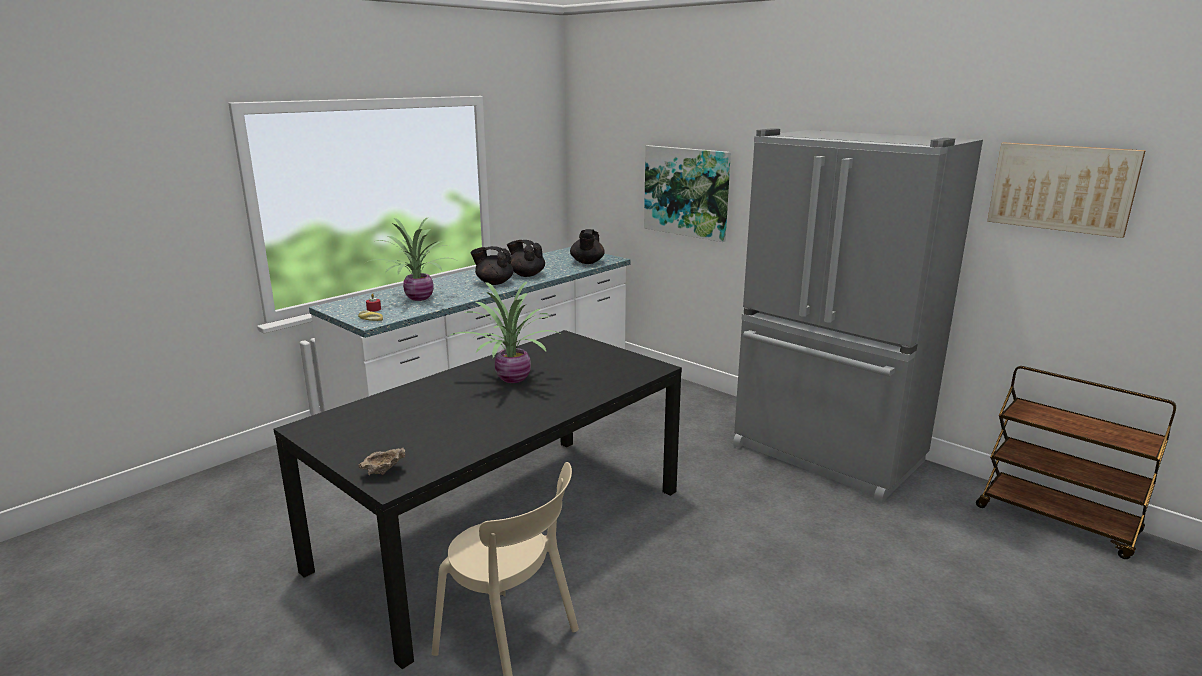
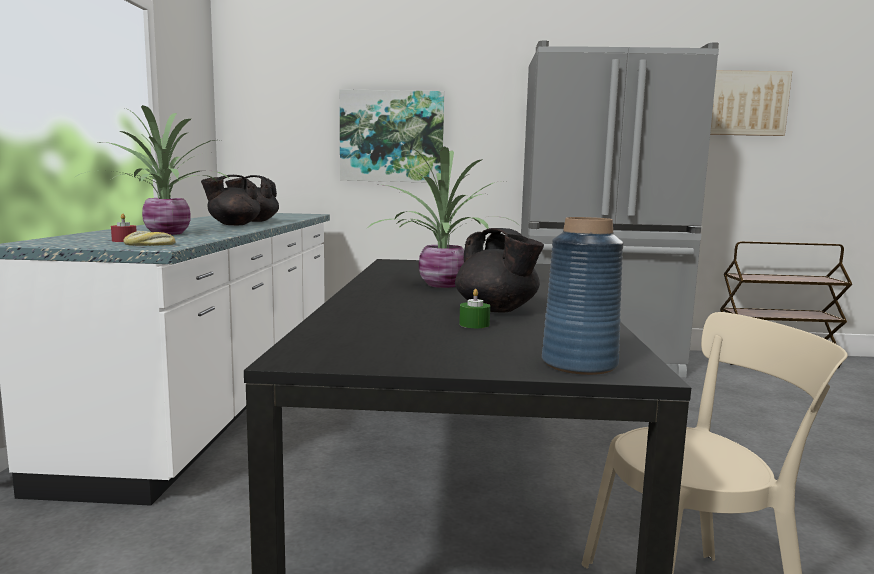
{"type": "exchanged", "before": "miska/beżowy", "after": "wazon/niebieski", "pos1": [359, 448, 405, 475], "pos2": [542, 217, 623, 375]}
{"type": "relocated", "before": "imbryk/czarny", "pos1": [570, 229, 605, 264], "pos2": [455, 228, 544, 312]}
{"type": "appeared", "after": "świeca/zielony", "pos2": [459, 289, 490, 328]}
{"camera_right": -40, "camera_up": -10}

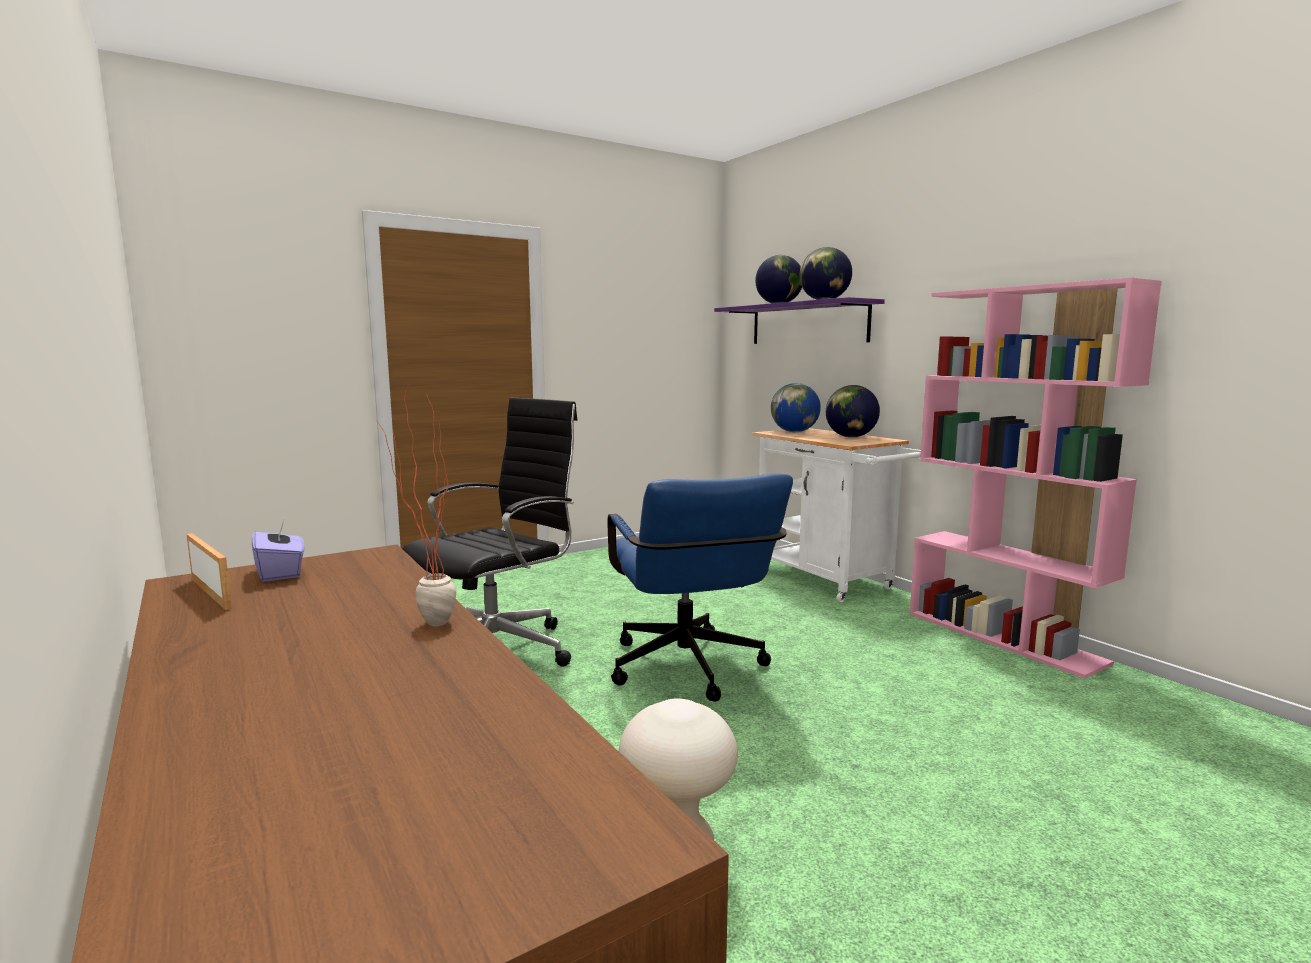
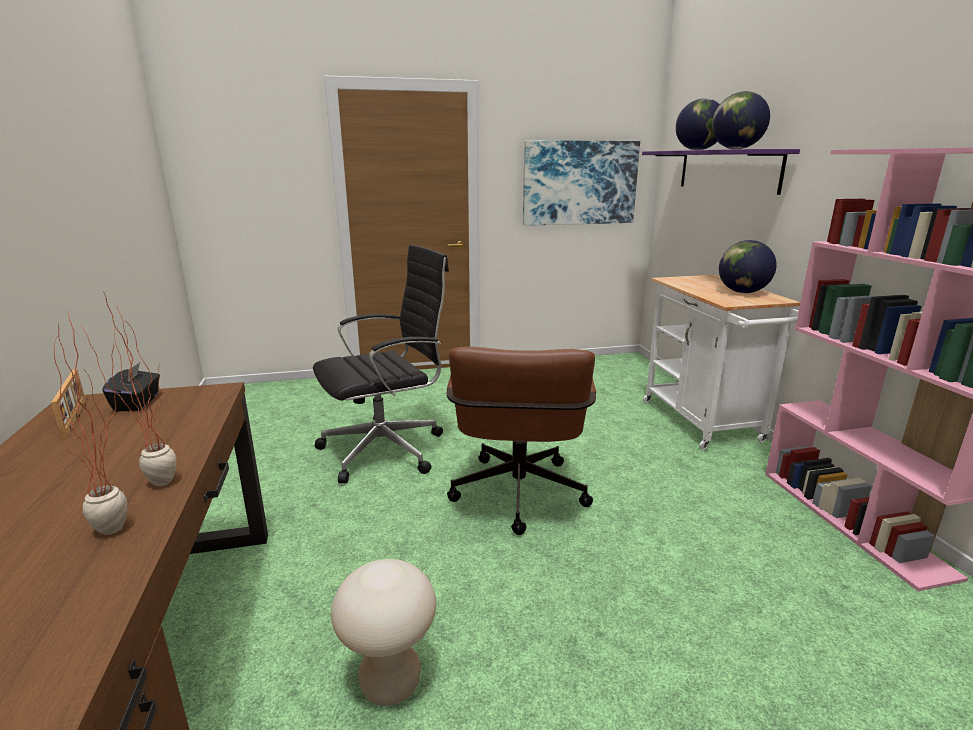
{"type": "colour", "before": "pudełko chusteczek/fioletowy", "after": "pudełko chusteczek/czarny", "pos1": [252, 518, 304, 582], "pos2": [102, 362, 160, 412]}
{"type": "colour", "before": "krzesło biurowe/niebieski", "after": "krzesło biurowe/brązowy", "pos1": [608, 474, 793, 702], "pos2": [447, 347, 596, 535]}
{"type": "missing", "before": "globus", "pos1": [771, 383, 821, 432]}
{"type": "appeared", "after": "roślina doniczkowa", "pos2": [46, 314, 128, 535]}
{"type": "appeared", "after": "obraz", "pos2": [523, 140, 640, 226]}
{"camera_right": 20, "camera_up": 10}

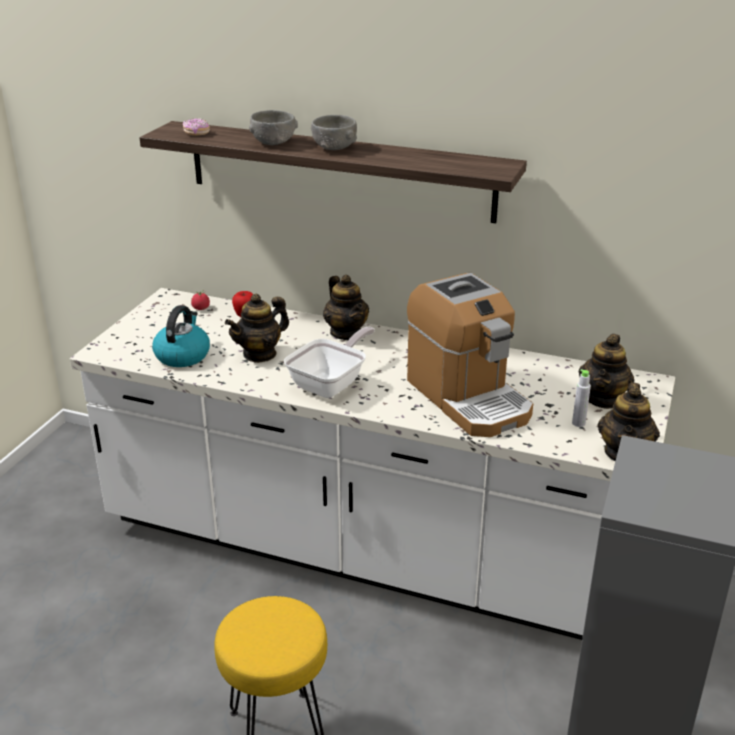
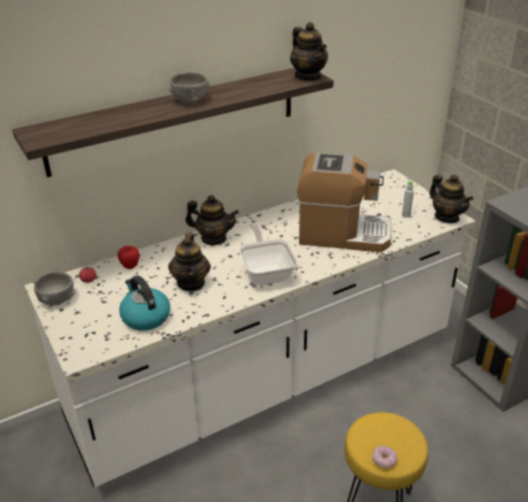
{"type": "relocated", "before": "donut", "pos1": [183, 118, 210, 136], "pos2": [372, 446, 397, 469]}
{"type": "relocated", "before": "miska/szary", "pos1": [249, 110, 298, 145], "pos2": [34, 272, 74, 305]}
{"type": "relocated", "before": "imbryk", "pos1": [579, 334, 635, 409], "pos2": [290, 22, 328, 81]}
{"camera_right": -50, "camera_up": 5}

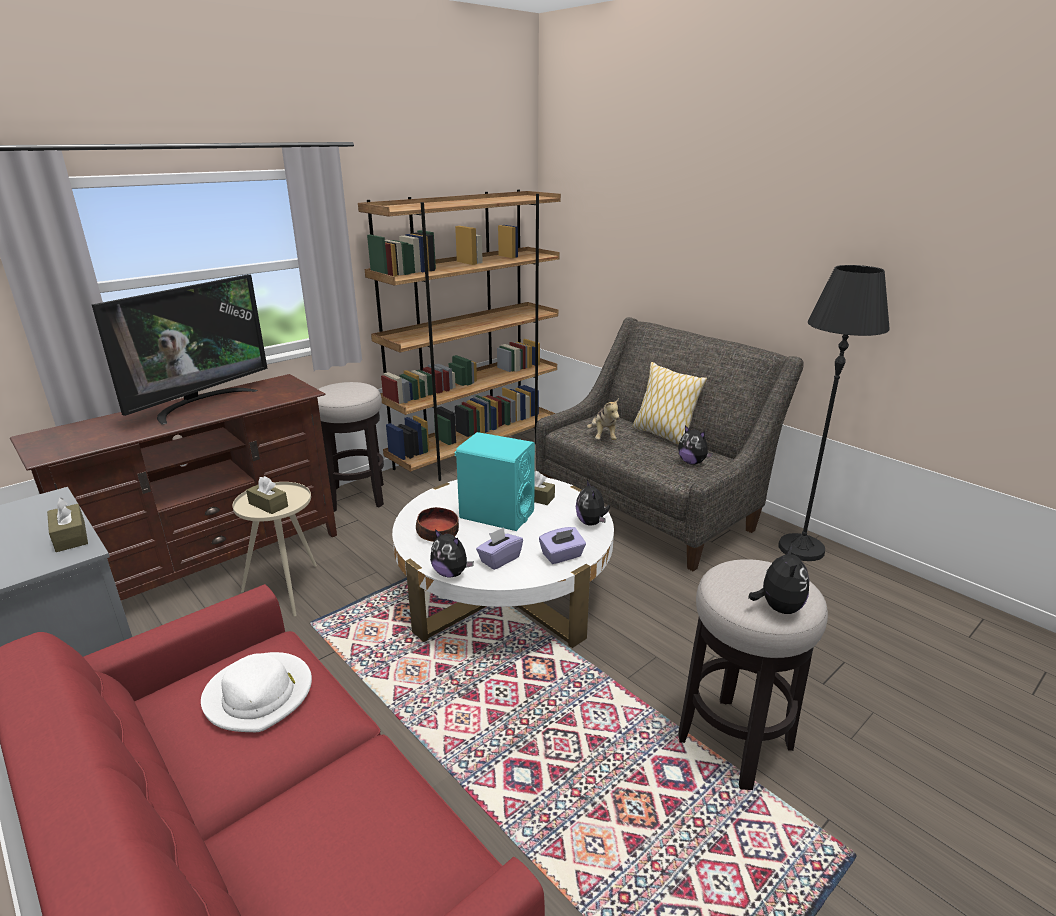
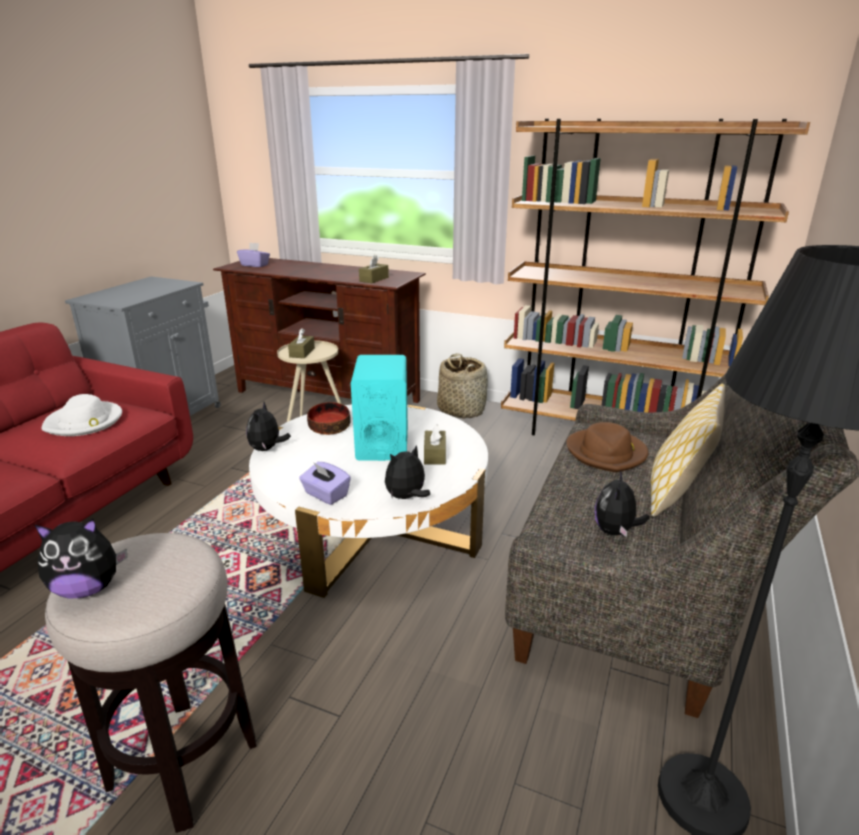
{"type": "relocated", "before": "pudełko chusteczek/brązowy", "pos1": [47, 497, 88, 552], "pos2": [359, 254, 389, 283]}
{"type": "missing", "before": "telewizor", "pos1": [92, 274, 268, 425]}
{"type": "exchanged", "before": "stołek", "after": "koszyk", "pos1": [317, 382, 384, 512], "pos2": [437, 353, 488, 419]}
{"type": "relocated", "before": "pudełko chusteczek/fioletowy", "pos1": [476, 527, 523, 570], "pos2": [237, 243, 270, 267]}
{"type": "exchanged", "before": "pluszak", "after": "kapelusz/brązowy", "pos1": [587, 398, 620, 440], "pos2": [566, 422, 648, 472]}
{"camera_right": 65, "camera_up": 0}

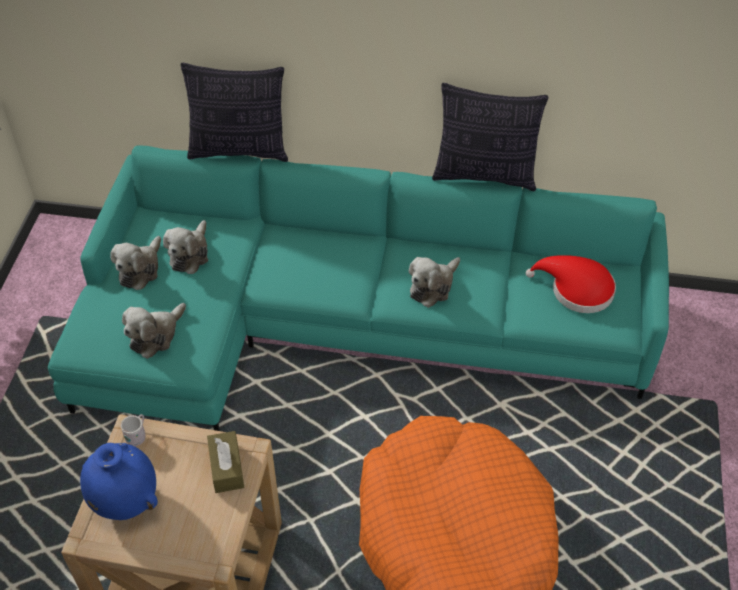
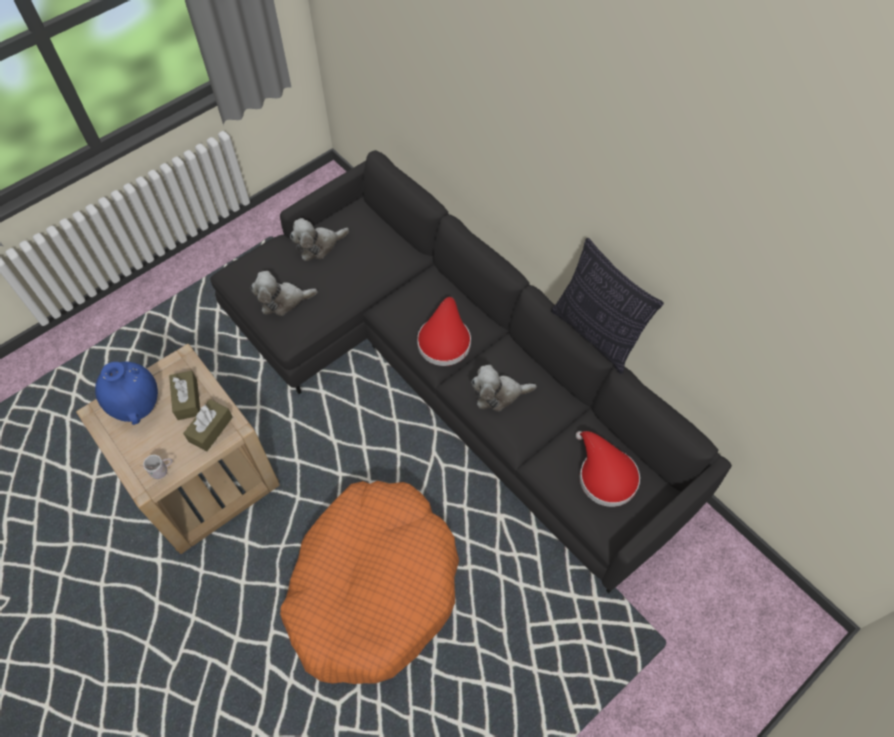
{"type": "colour", "before": "kanapa/turkusowy", "after": "kanapa/czarny", "pos1": [48, 146, 669, 431], "pos2": [210, 150, 732, 593]}
{"type": "relocated", "before": "kubek/biały", "pos1": [121, 414, 146, 446], "pos2": [140, 455, 173, 479]}
{"type": "missing", "before": "pluszak", "pos1": [163, 220, 208, 274]}
{"type": "missing", "before": "poduszka", "pos1": [181, 63, 288, 162]}
{"type": "appeared", "after": "pudełko chusteczek/brązowy", "pos2": [169, 371, 200, 420]}
{"type": "appeared", "after": "kapelusz/czerwony", "pos2": [417, 297, 471, 366]}
{"camera_right": 40, "camera_up": 10}

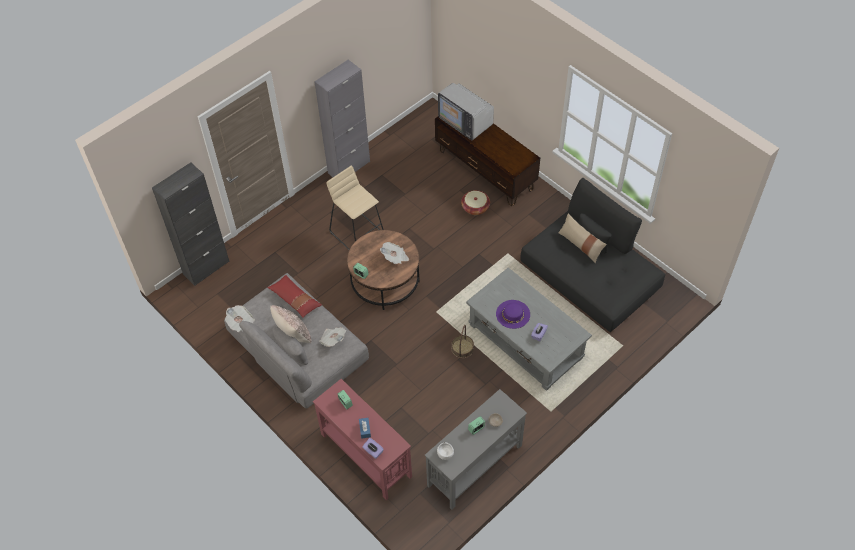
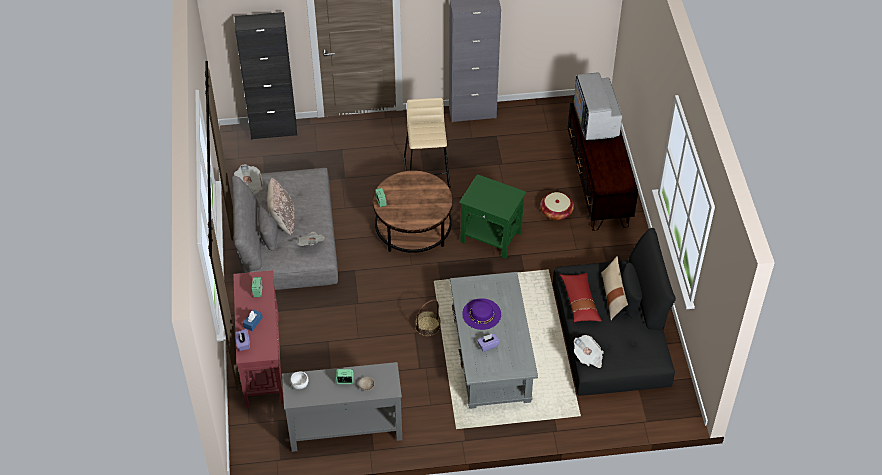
{"type": "relocated", "before": "poduszka/czerwony", "pos1": [267, 275, 322, 318], "pos2": [560, 273, 602, 322]}
{"type": "relocated", "before": "gazeta", "pos1": [380, 242, 409, 264], "pos2": [574, 335, 604, 368]}
{"type": "appeared", "after": "stolik/zielony", "pos2": [459, 174, 526, 259]}
{"camera_right": 35, "camera_up": -5}

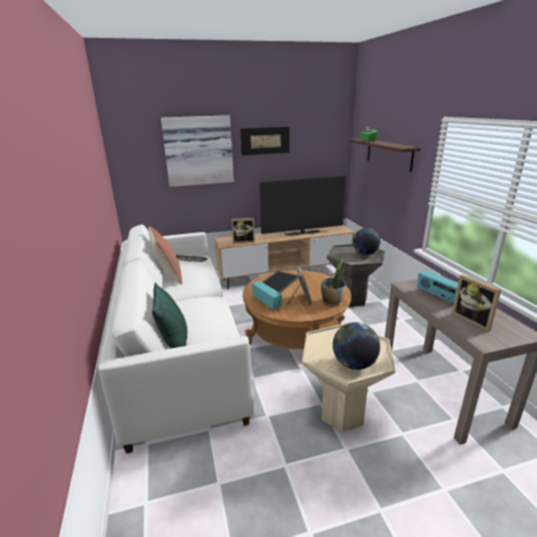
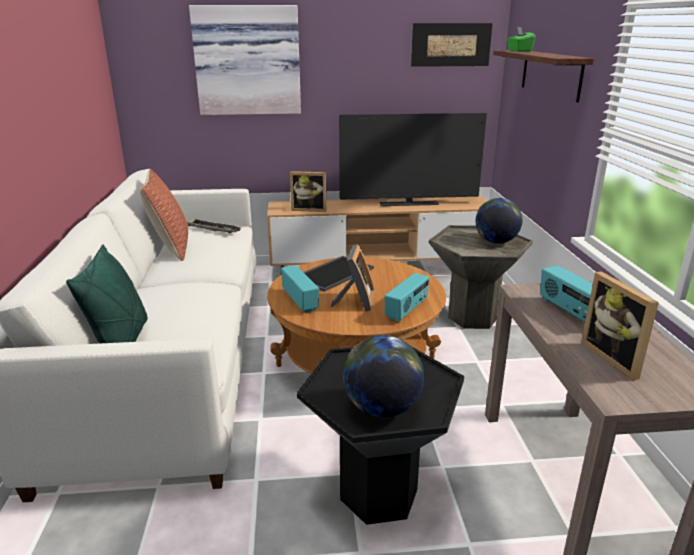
{"type": "relocated", "before": "obraz", "pos1": [240, 127, 289, 155], "pos2": [411, 23, 493, 67]}
{"type": "colour", "before": "stolik/beżowy", "after": "stolik/czarny", "pos1": [302, 323, 395, 432], "pos2": [297, 346, 464, 525]}
{"type": "exchanged", "before": "roślina doniczkowa", "after": "radio", "pos1": [321, 259, 346, 306], "pos2": [384, 273, 429, 322]}
{"camera_right": 10, "camera_up": 0}

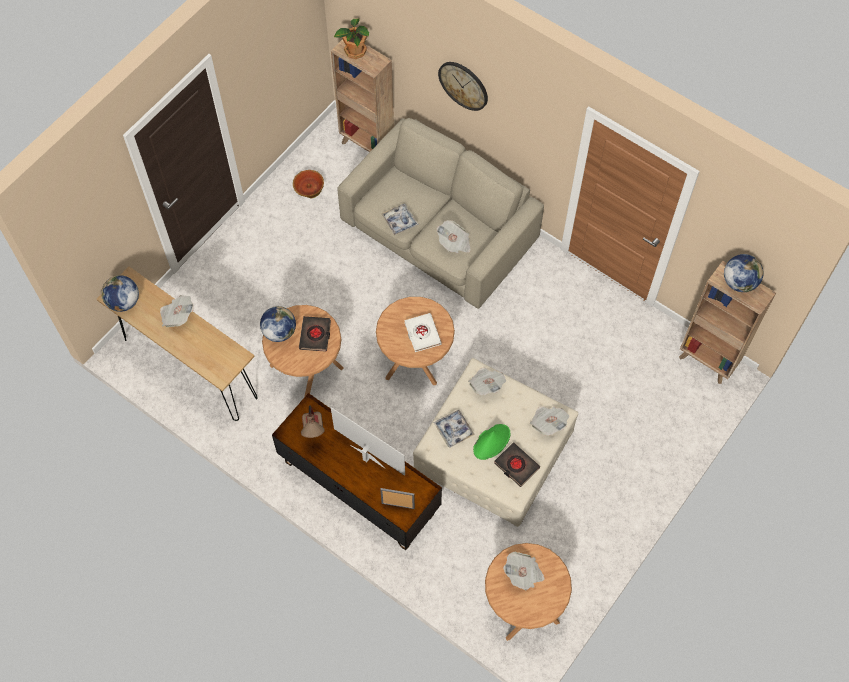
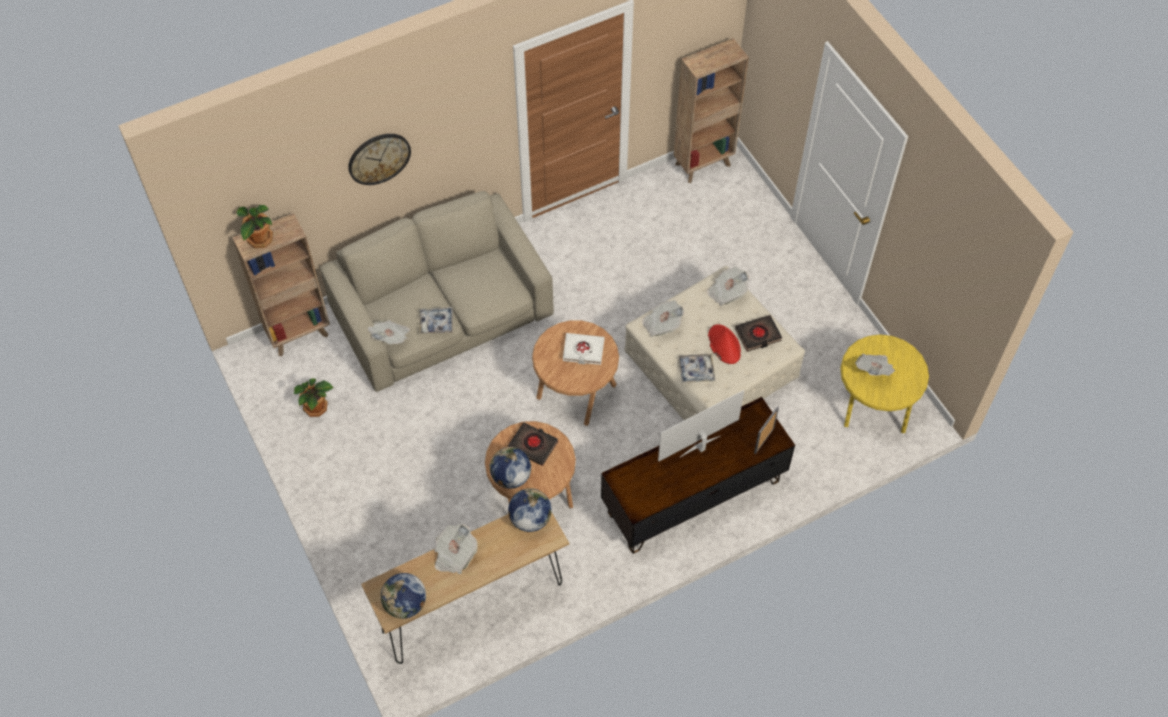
{"type": "exchanged", "before": "miska", "after": "roślina doniczkowa", "pos1": [293, 170, 324, 198], "pos2": [294, 378, 334, 417]}
{"type": "missing", "before": "lampa stołowa", "pos1": [301, 405, 325, 438]}
{"type": "relocated", "before": "gazeta", "pos1": [437, 220, 470, 254], "pos2": [368, 320, 410, 344]}
{"type": "colour", "before": "kapelusz/zielony", "after": "kapelusz/czerwony", "pos1": [473, 424, 511, 460], "pos2": [708, 324, 741, 364]}
{"type": "colour", "before": "stolik/brązowy", "after": "stolik/żółty", "pos1": [485, 543, 572, 641], "pos2": [840, 334, 929, 433]}
{"type": "relocated", "before": "globus", "pos1": [724, 254, 764, 292], "pos2": [508, 488, 551, 532]}
{"camera_right": -65, "camera_up": -5}

